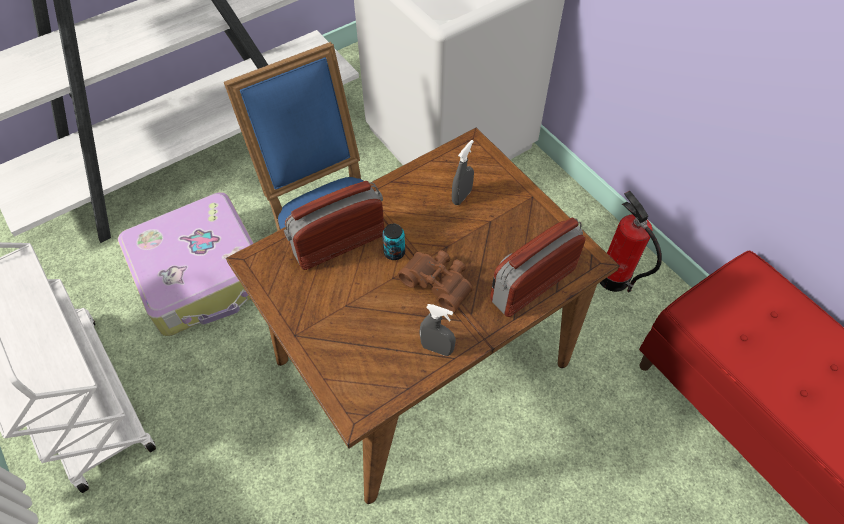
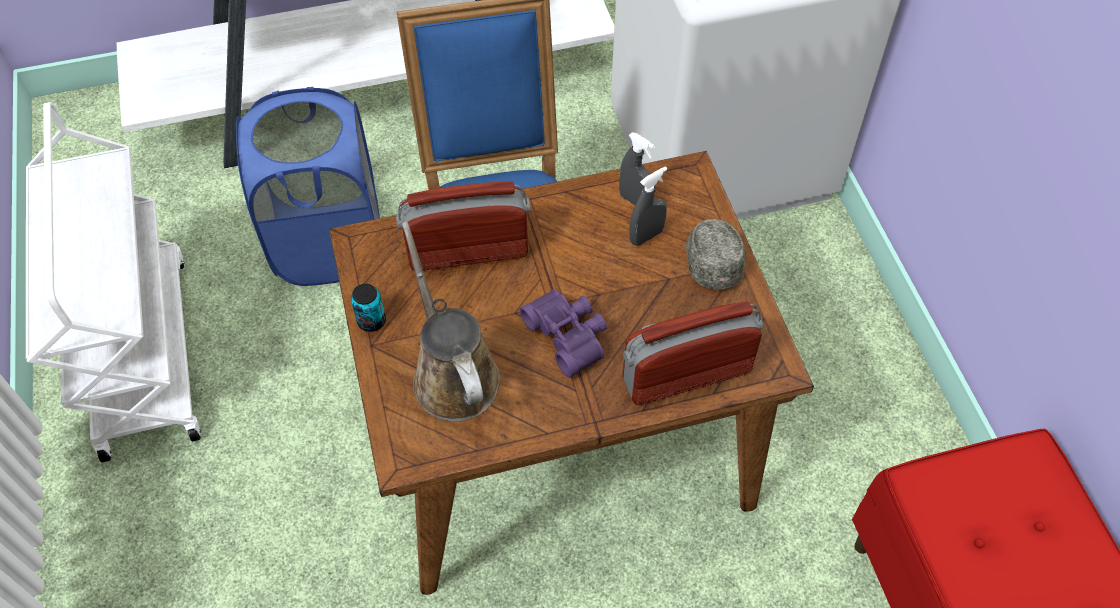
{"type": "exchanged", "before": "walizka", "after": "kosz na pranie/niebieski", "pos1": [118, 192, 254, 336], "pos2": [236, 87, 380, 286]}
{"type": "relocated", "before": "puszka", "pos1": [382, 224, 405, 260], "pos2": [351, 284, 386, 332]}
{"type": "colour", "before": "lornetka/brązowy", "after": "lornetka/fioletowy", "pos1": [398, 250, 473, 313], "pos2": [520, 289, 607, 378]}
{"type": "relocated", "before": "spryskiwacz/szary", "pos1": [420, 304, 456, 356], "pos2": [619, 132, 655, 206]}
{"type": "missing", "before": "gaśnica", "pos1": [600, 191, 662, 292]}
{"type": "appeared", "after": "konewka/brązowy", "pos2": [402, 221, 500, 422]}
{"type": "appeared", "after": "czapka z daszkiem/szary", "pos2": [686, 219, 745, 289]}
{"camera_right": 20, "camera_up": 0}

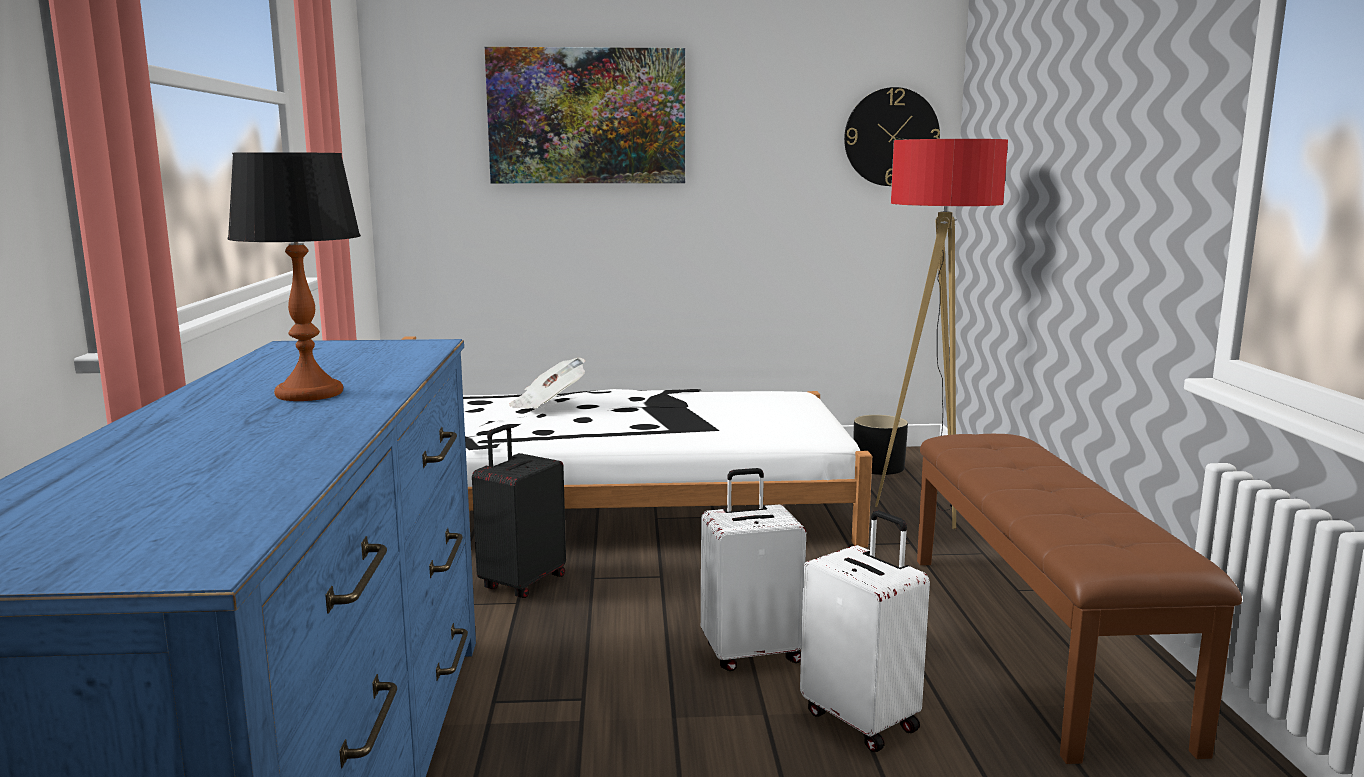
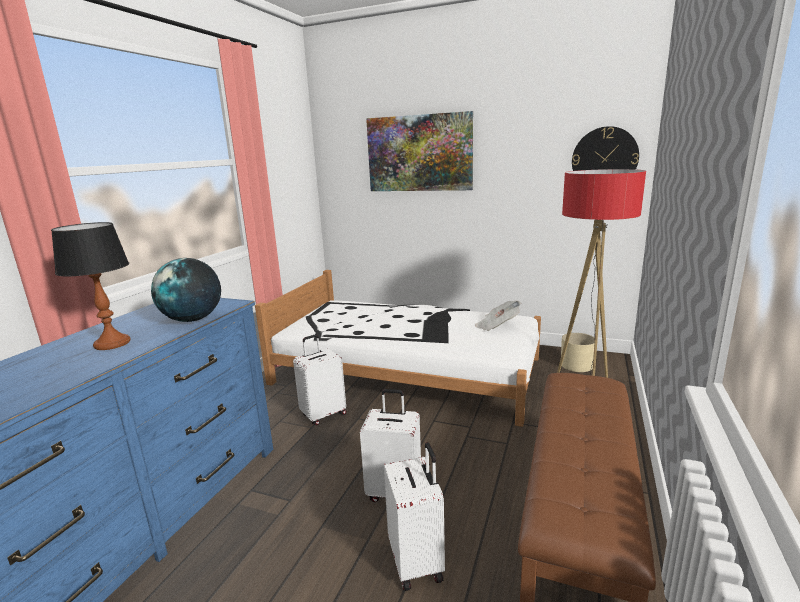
{"type": "colour", "before": "walizka/czarny", "after": "walizka/biały", "pos1": [472, 425, 566, 598], "pos2": [293, 334, 347, 425]}
{"type": "relocated", "before": "gazeta", "pos1": [510, 358, 586, 409], "pos2": [475, 301, 522, 331]}
{"type": "colour", "before": "donica/czarny", "after": "donica/beżowy", "pos1": [853, 415, 908, 475], "pos2": [561, 333, 595, 372]}
{"type": "appeared", "after": "globus", "pos2": [151, 258, 221, 322]}
{"camera_right": 25, "camera_up": 5}

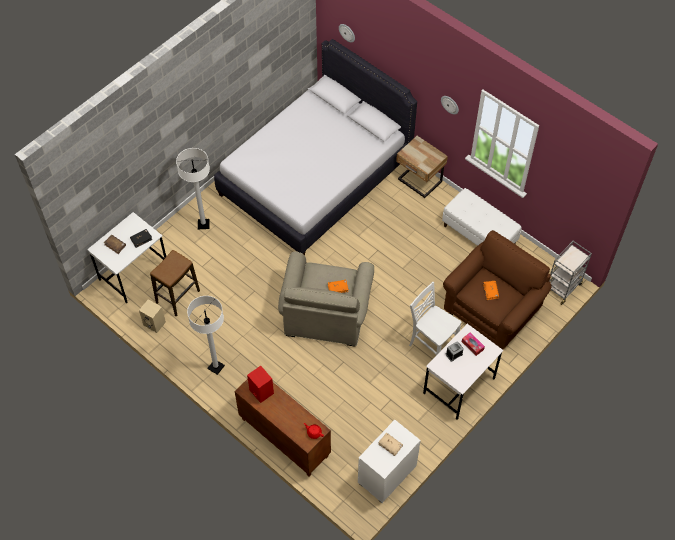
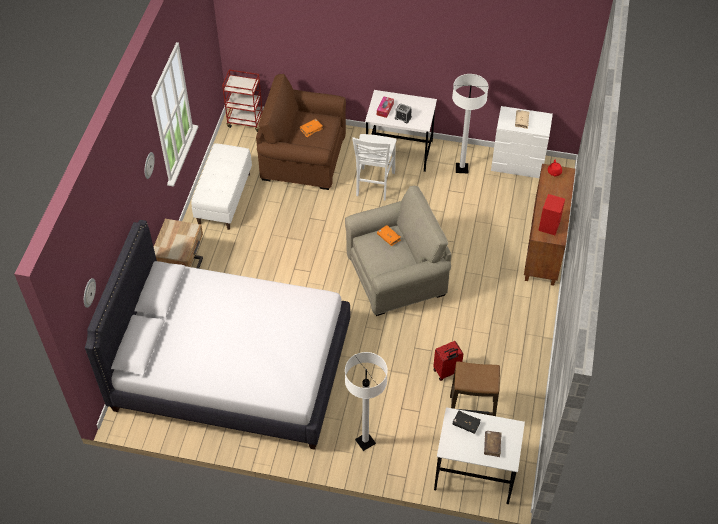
{"type": "missing", "before": "głośnik/beżowy", "pos1": [139, 299, 166, 333]}
{"type": "relocated", "before": "lampa stojąca/biały", "pos1": [187, 296, 225, 375], "pos2": [452, 74, 489, 173]}
{"type": "colour", "before": "wózek/szary", "after": "wózek/czerwony", "pos1": [549, 241, 592, 305], "pos2": [222, 70, 263, 132]}
{"type": "appeared", "after": "walizka/czerwony", "pos2": [433, 341, 464, 381]}
{"camera_right": -120, "camera_up": -5}

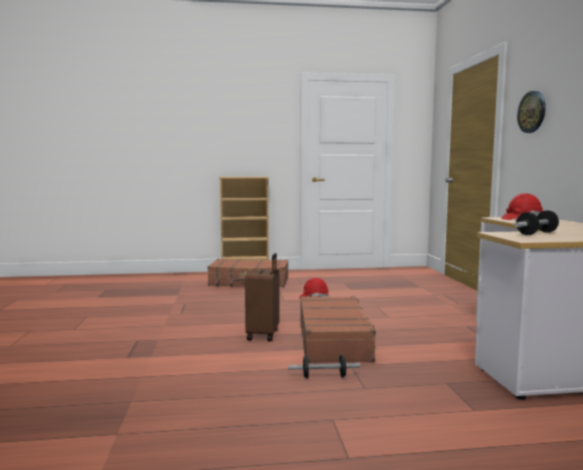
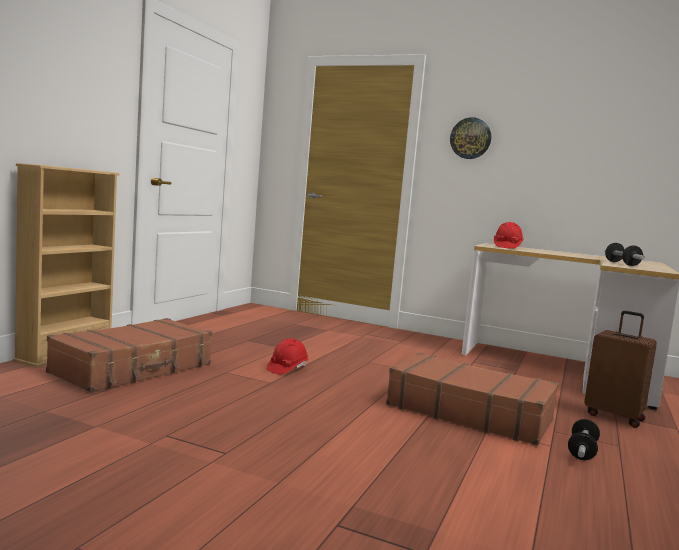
{"type": "relocated", "before": "walizka/brązowy", "pos1": [245, 253, 280, 342], "pos2": [584, 311, 657, 428]}
{"camera_right": -60, "camera_up": 0}

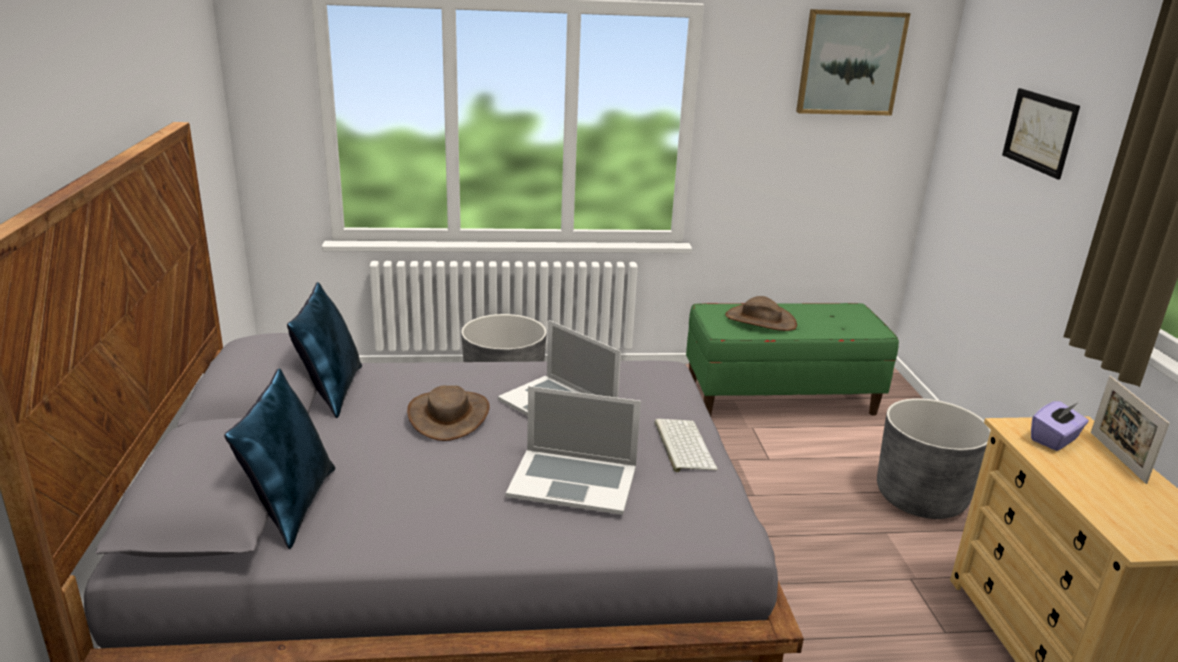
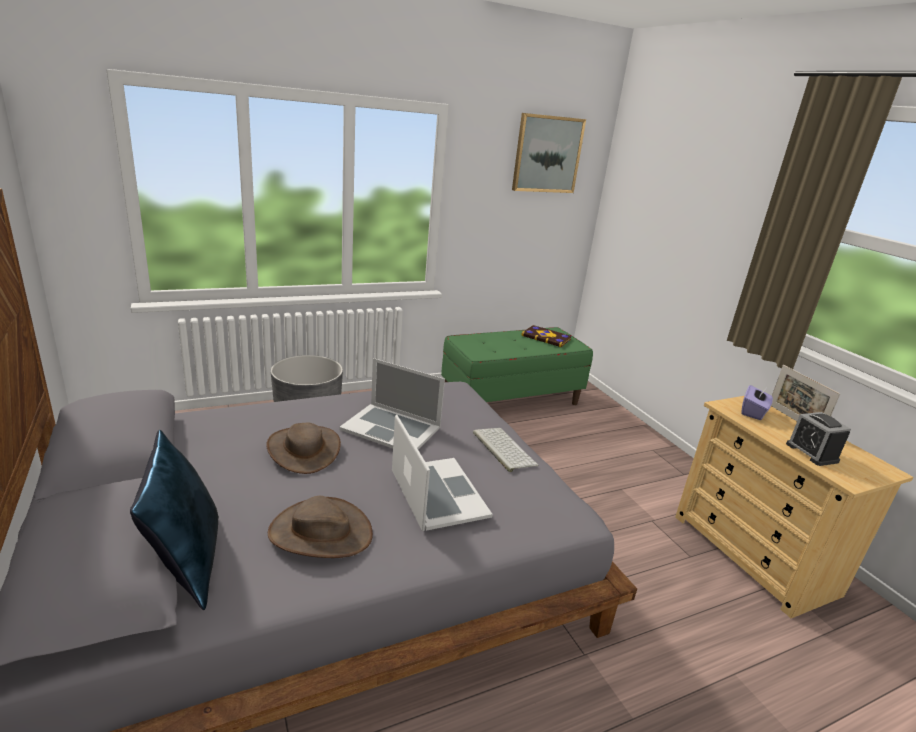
{"type": "missing", "before": "poduszka/niebieski", "pos1": [287, 282, 362, 418]}
{"type": "spun", "before": "laptop", "pos1": [506, 386, 641, 515], "pos2": [392, 415, 492, 531], "turn": -105}
{"type": "relocated", "before": "kapelusz/brązowy", "pos1": [725, 296, 797, 331], "pos2": [268, 496, 373, 558]}
{"type": "missing", "before": "donica/szary", "pos1": [877, 398, 991, 519]}
{"type": "missing", "before": "obraz", "pos1": [1002, 88, 1080, 179]}
{"type": "appeared", "after": "książka", "pos2": [521, 325, 572, 347]}
{"type": "appeared", "after": "budzik", "pos2": [786, 412, 851, 466]}
{"camera_right": -20, "camera_up": 0}

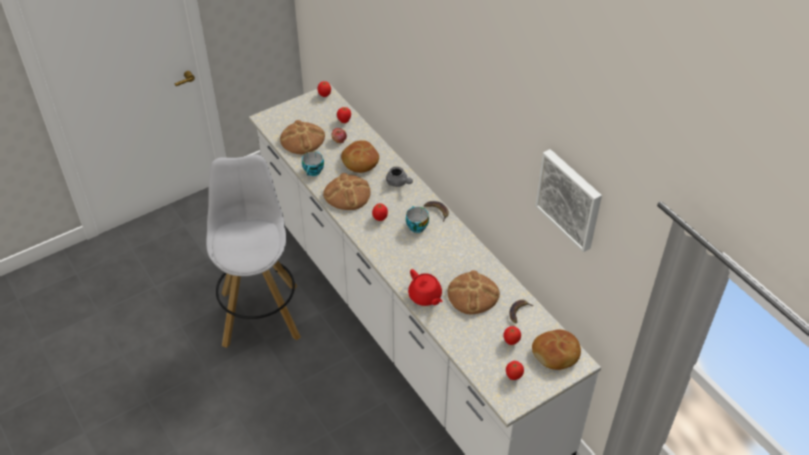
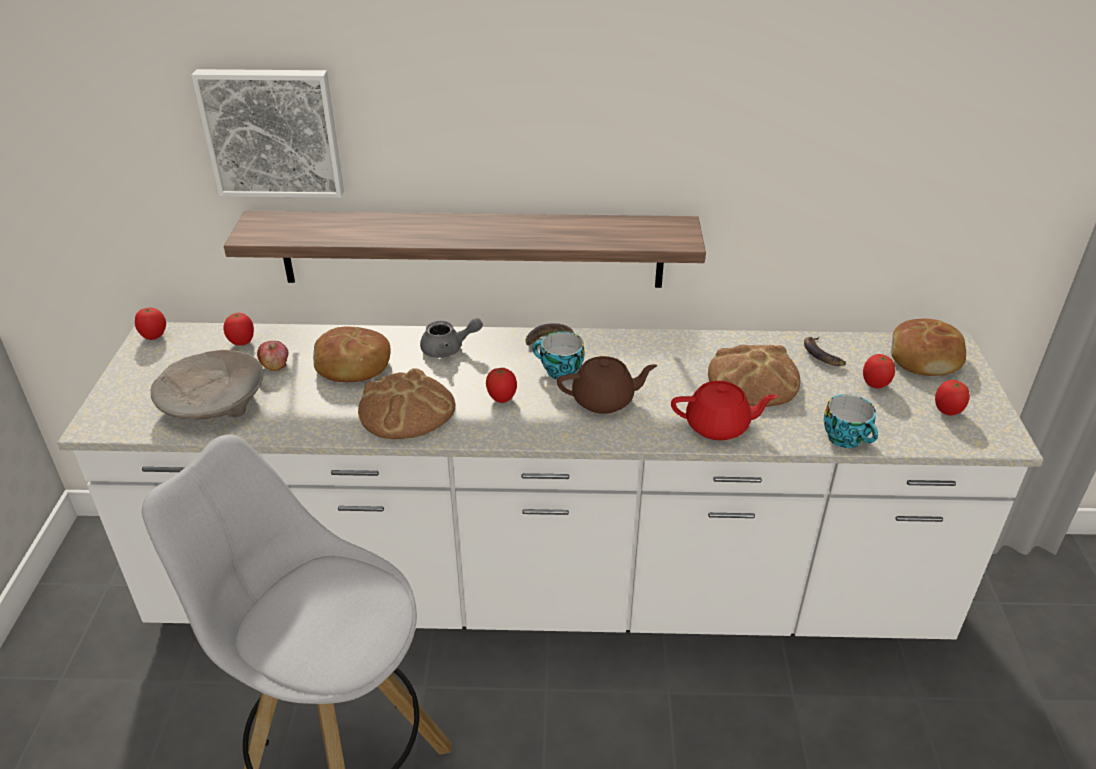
{"type": "exchanged", "before": "chleb", "after": "miska/beżowy", "pos1": [280, 120, 325, 154], "pos2": [151, 350, 264, 419]}
{"type": "relocated", "before": "filiżanka", "pos1": [302, 151, 324, 176], "pos2": [823, 394, 878, 448]}
{"type": "relocated", "before": "obraz", "pos1": [535, 149, 602, 252], "pos2": [191, 69, 344, 198]}
{"type": "appeared", "after": "półka", "pos2": [224, 211, 706, 288]}
{"type": "appeared", "after": "imbryk/brązowy", "pos2": [557, 356, 657, 414]}
{"camera_right": -55, "camera_up": -10}

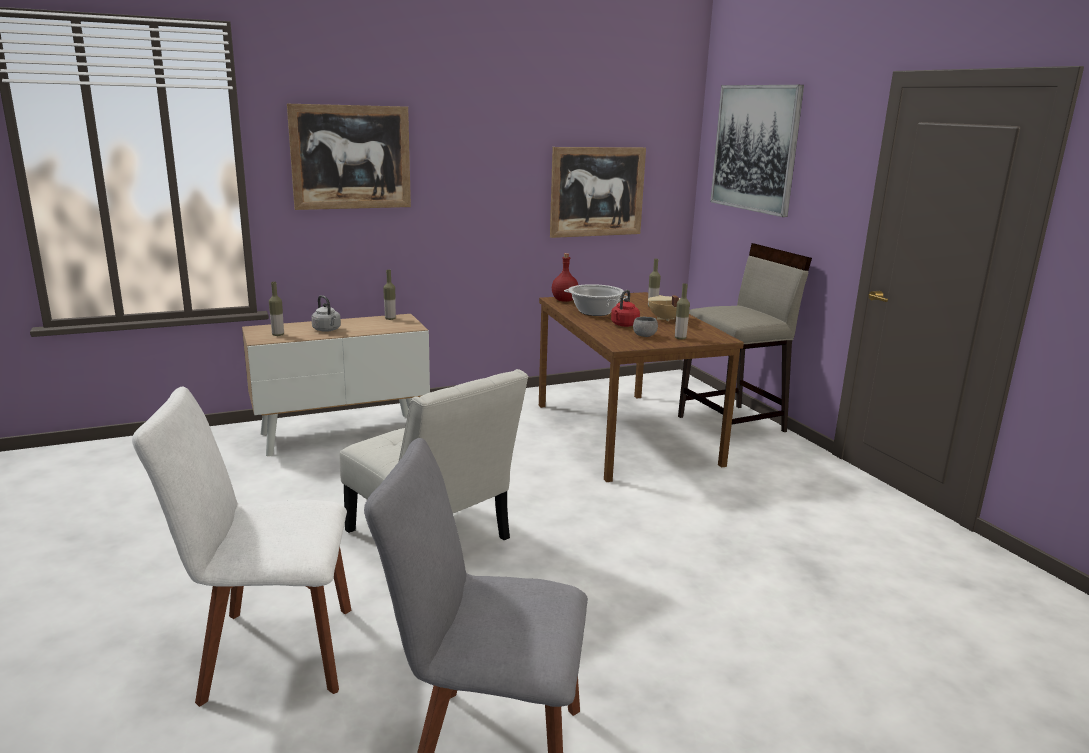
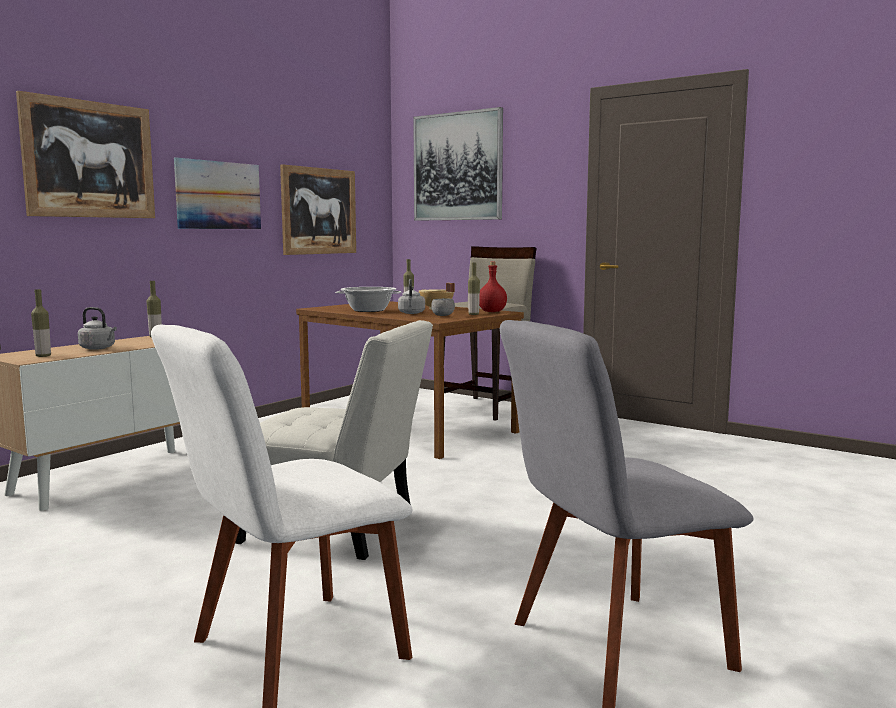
{"type": "relocated", "before": "butelka/czerwony", "pos1": [552, 253, 578, 302], "pos2": [479, 262, 507, 312]}
{"type": "colour", "before": "czajnik/czerwony", "after": "czajnik/szary", "pos1": [611, 290, 640, 327], "pos2": [398, 279, 425, 314]}
{"type": "appeared", "after": "obraz", "pos2": [174, 157, 261, 229]}
{"camera_right": -30, "camera_up": -10}

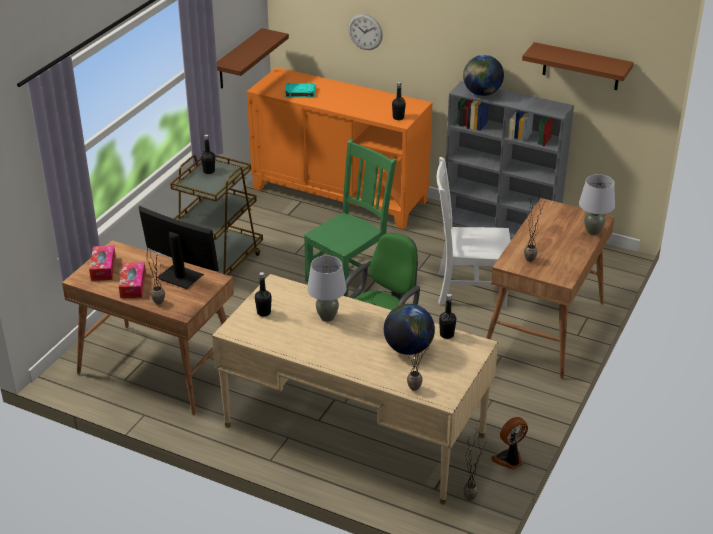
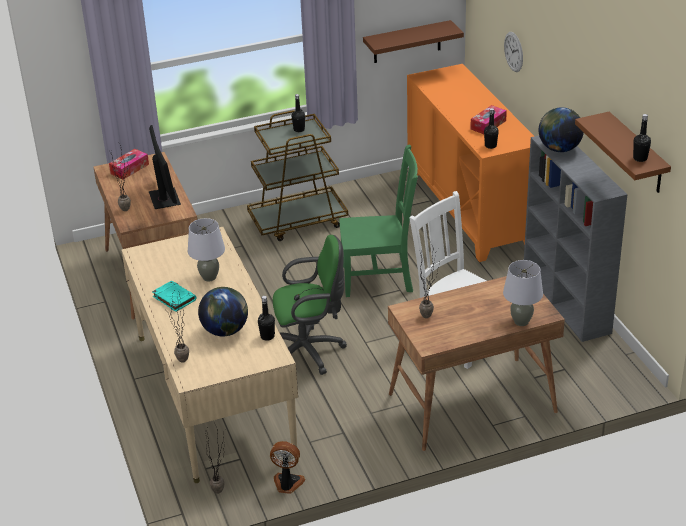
{"type": "relocated", "before": "pudełko chusteczek", "pos1": [119, 262, 146, 298], "pos2": [470, 105, 507, 134]}
{"type": "relocated", "before": "butelka/czarny", "pos1": [255, 272, 272, 317], "pos2": [633, 114, 651, 162]}
{"type": "relocated", "before": "książka/turkusowy", "pos1": [285, 83, 316, 98], "pos2": [152, 280, 196, 312]}
{"camera_right": 45, "camera_up": 0}

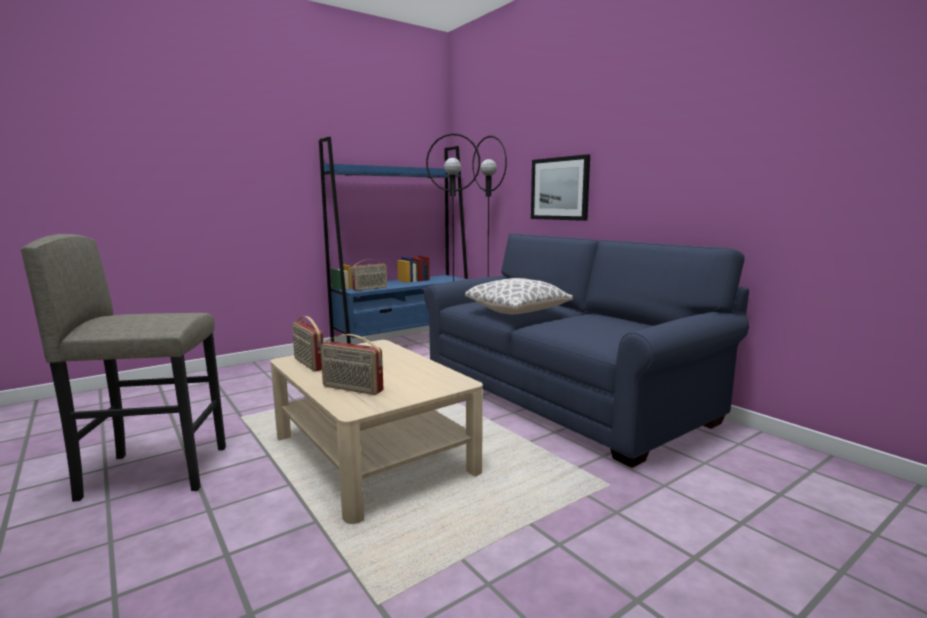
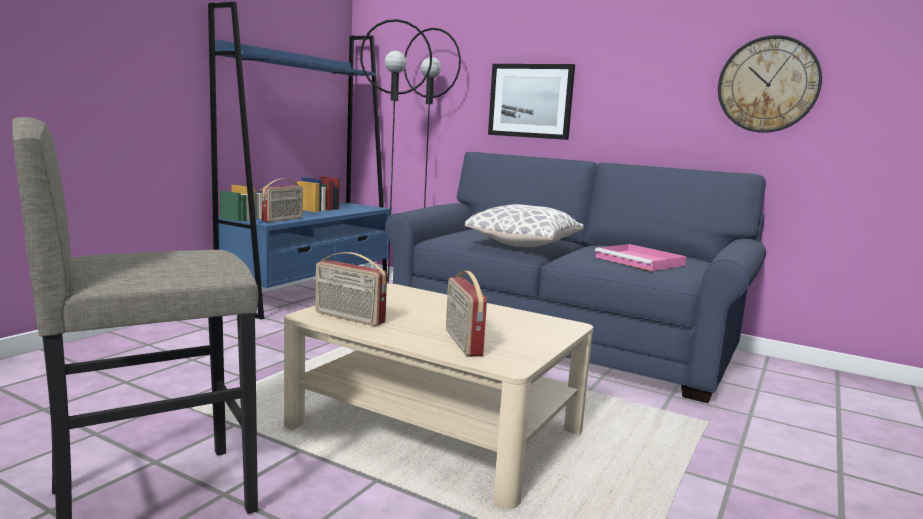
{"type": "spun", "before": "radio", "pos1": [320, 334, 383, 395], "pos2": [446, 271, 487, 357], "turn": 75}
{"type": "appeared", "after": "taca/różowy", "pos2": [595, 244, 686, 271]}
{"type": "appeared", "after": "zegar ścienny", "pos2": [718, 35, 822, 133]}
{"camera_right": -25, "camera_up": 0}

